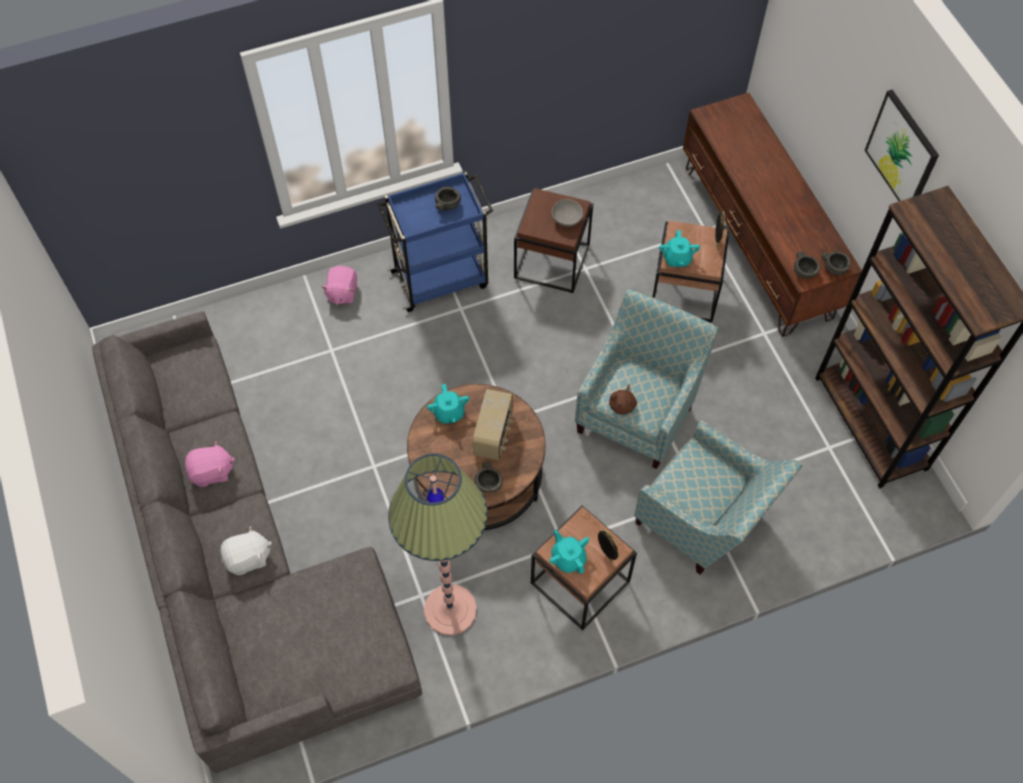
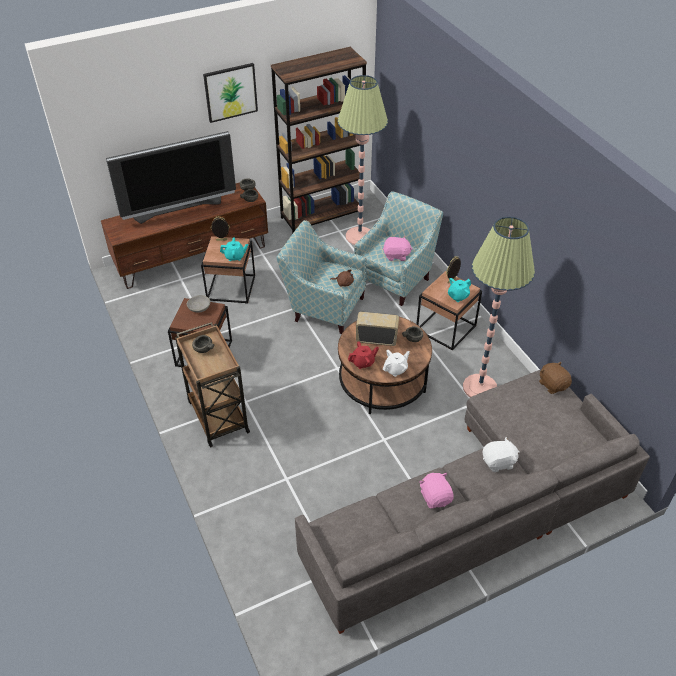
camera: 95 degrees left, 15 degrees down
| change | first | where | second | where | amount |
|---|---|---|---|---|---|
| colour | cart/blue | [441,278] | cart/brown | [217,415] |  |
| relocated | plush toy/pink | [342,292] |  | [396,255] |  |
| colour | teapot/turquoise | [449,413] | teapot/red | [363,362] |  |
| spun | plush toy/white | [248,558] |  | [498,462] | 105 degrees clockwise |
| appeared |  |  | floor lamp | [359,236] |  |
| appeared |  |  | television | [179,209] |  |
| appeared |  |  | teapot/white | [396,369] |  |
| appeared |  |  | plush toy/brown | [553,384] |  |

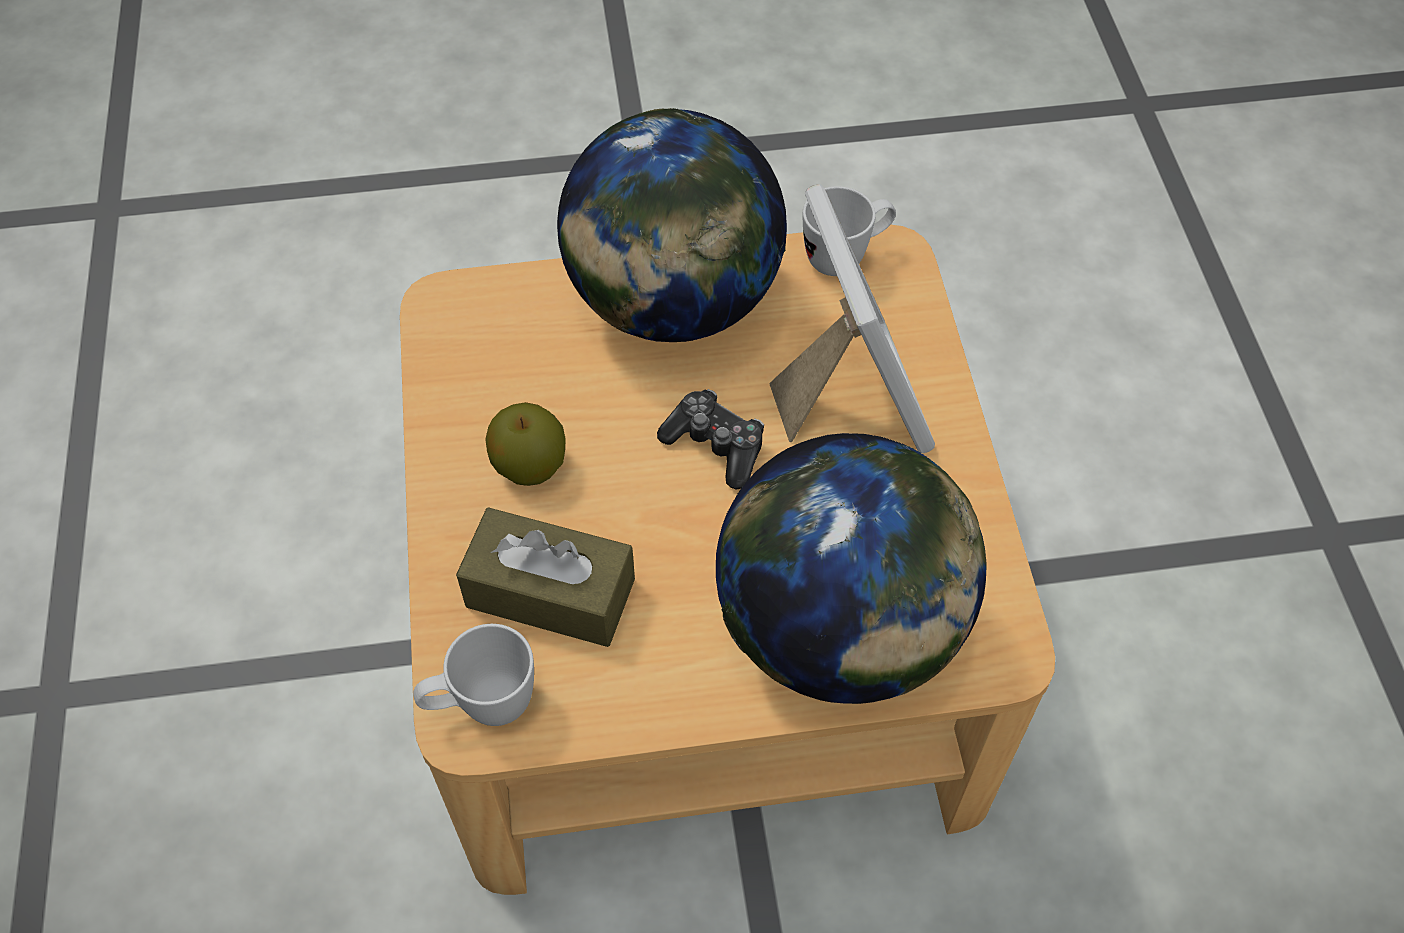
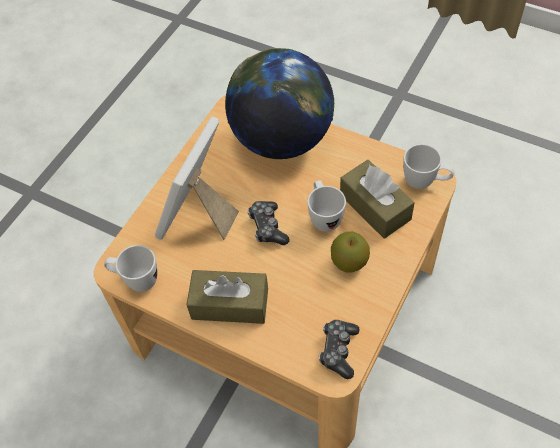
camera: 140 degrees left, 0 degrees up
| change | first | where | second | where | amount |
|---|---|---|---|---|---|
| exchanged | globe | [673,303] | tissue box/brown | [230,304] |  |
| appeared |  |  | mug/white | [324,216] |  |
| appeared |  |  | game controller | [338,350] |  |

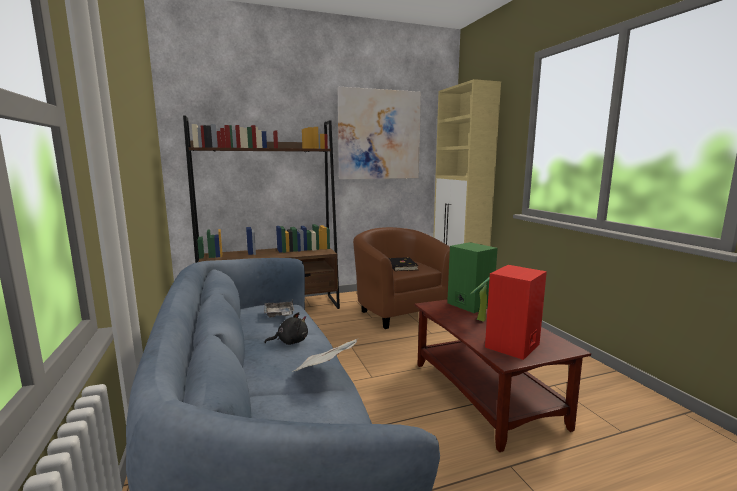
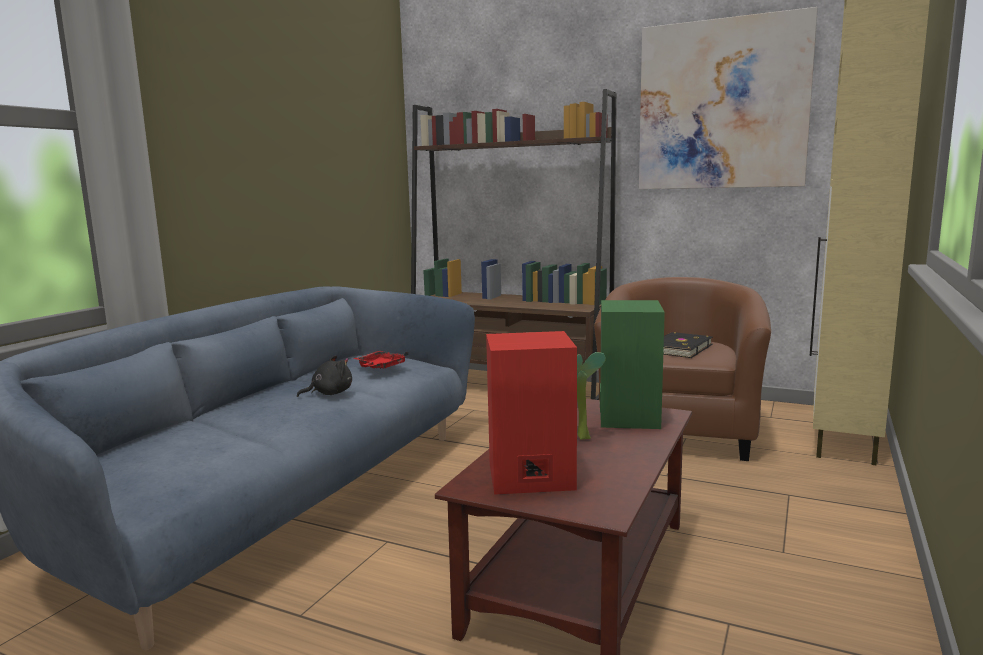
camera: 45 degrees right, 0 degrees up
| change | first | where | second | where | amount |
|---|---|---|---|---|---|
| colour | tray/grey | [279,314] | tray/red | [380,367] |  |
| spun | plush toy/black | [290,342] |  | [329,393] | 60 degrees counterclockwise |
| missing | newspaper | [325,371] |  |  |  |

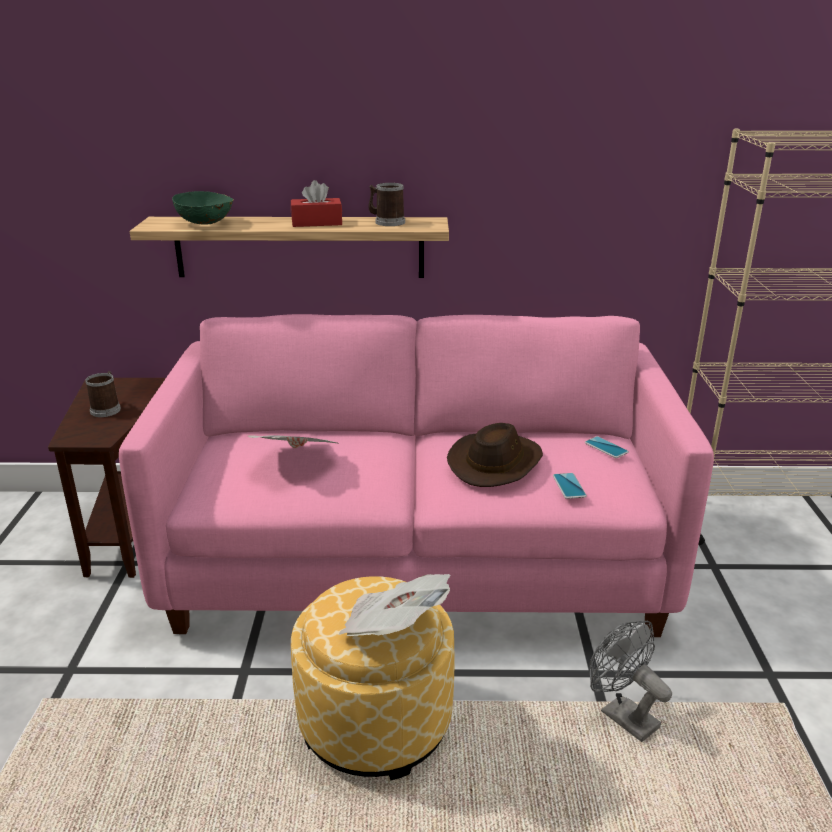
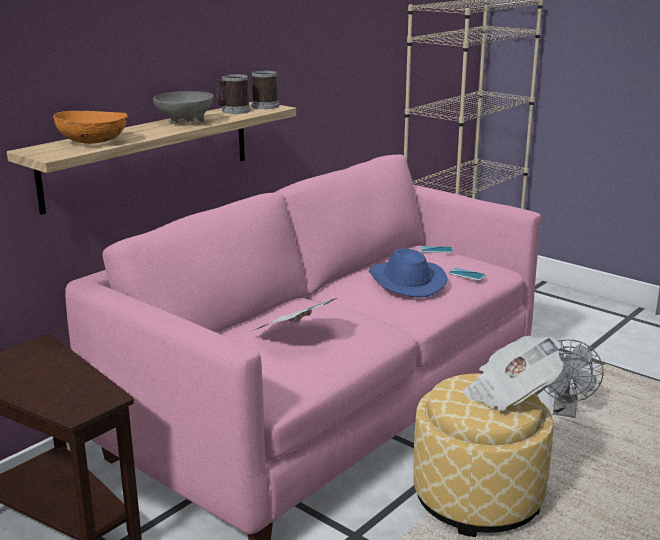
camera: 50 degrees left, 5 degrees down
| change | first | where | second | where | amount |
|---|---|---|---|---|---|
| exchanged | tissue box/red | [317,223] | bowl/grey | [184,122] |  |
| colour | bowl/green | [206,223] | bowl/orange | [93,142] |  |
| relocated | mug | [107,409] |  | [263,106] |  |
| colour | hat/brown | [495,462] | hat/blue | [405,281] |  |
| spun | fan/grey | [622,715] |  | [565,411] | 75 degrees counterclockwise |

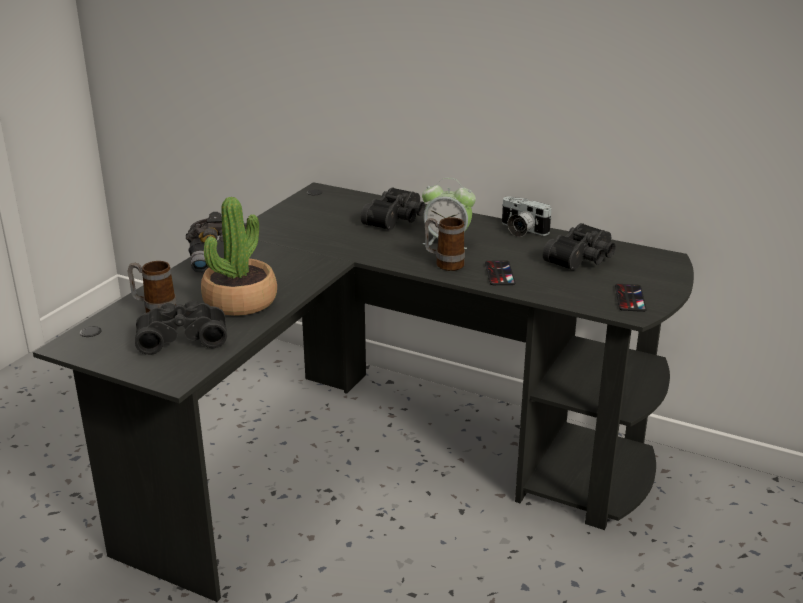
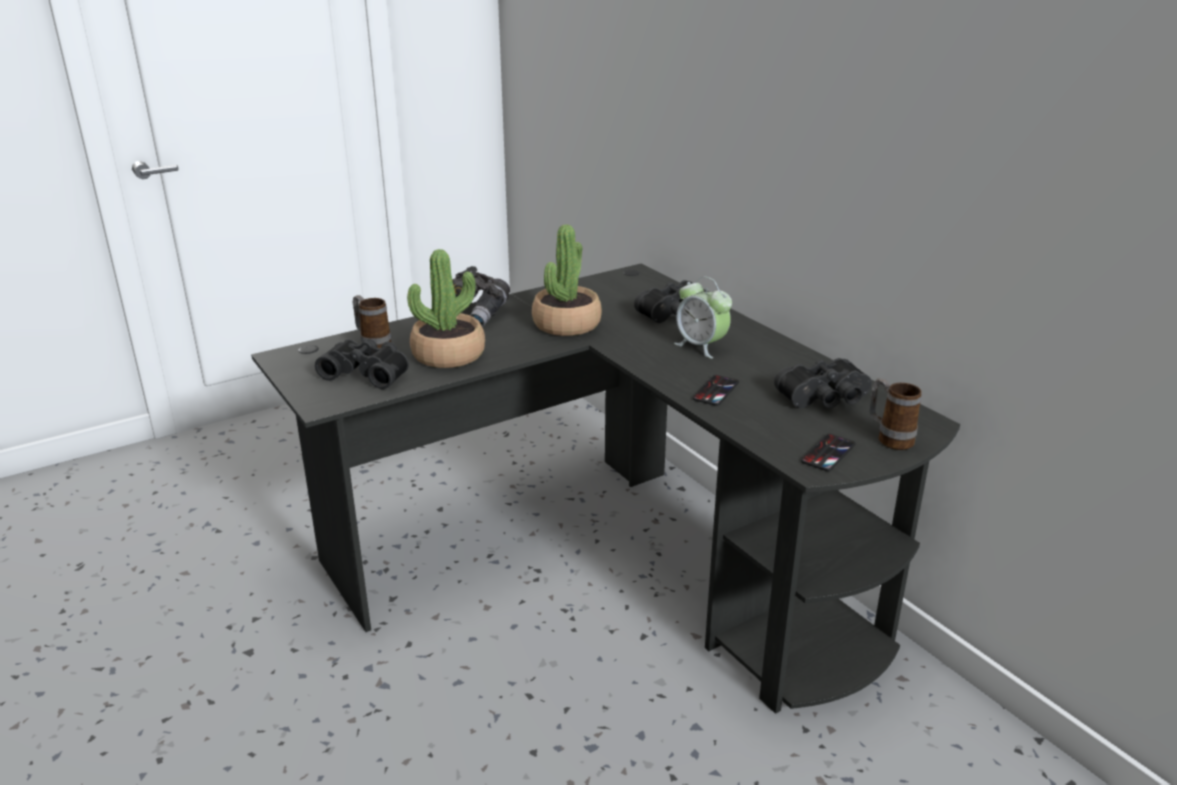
camera: 30 degrees right, 0 degrees up
| change | first | where | second | where | amount |
|---|---|---|---|---|---|
| missing | photo camera | [521,230] |  |  |  |
| relocated | mug | [444,264] |  | [889,438] |  |
| appeared |  |  | potted plant | [566,324] |  |

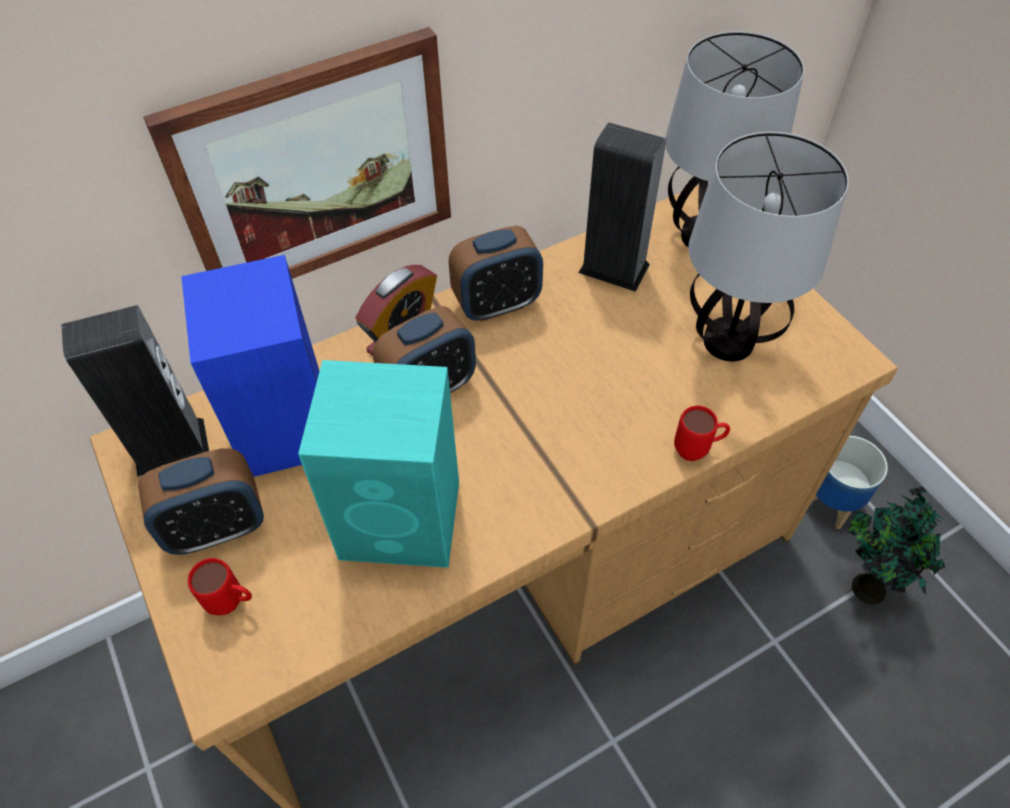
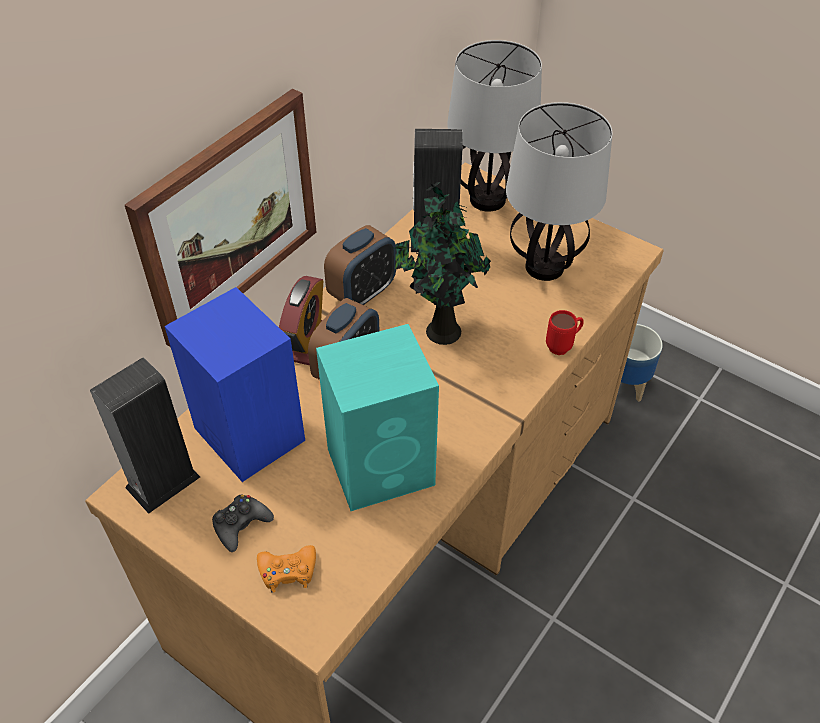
camera: 25 degrees left, 5 degrees down
| change | first | where | second | where | amount |
|---|---|---|---|---|---|
| exchanged | alarm clock | [217,528] | game controller/black | [241,525] |  |
| relocated | potted plant | [866,586] |  | [440,330] |  |
| exchanged | mug/red | [233,603] | game controller/orange | [288,571] |  |

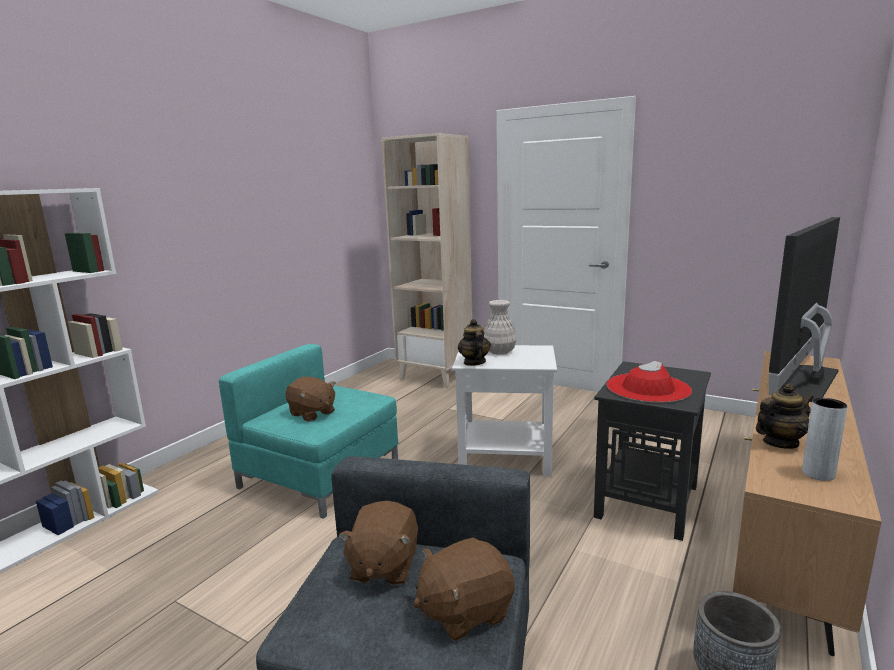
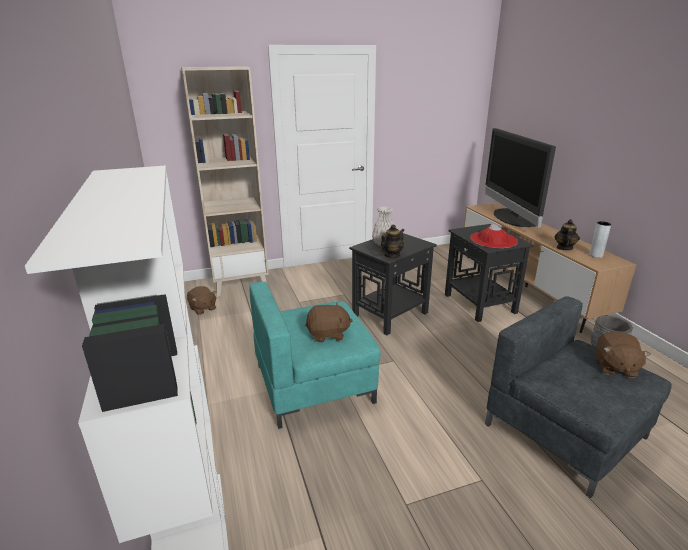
camera: 50 degrees left, 10 degrees up
| change | first | where | second | where | amount |
|---|---|---|---|---|---|
| spun | teapot | [474,362] |  | [391,255] | 105 degrees clockwise |
| colour | side table/white | [504,457] | side table/black | [389,315] |  |
| relocated | plush toy/brown | [383,566] |  | [203,308] |  |

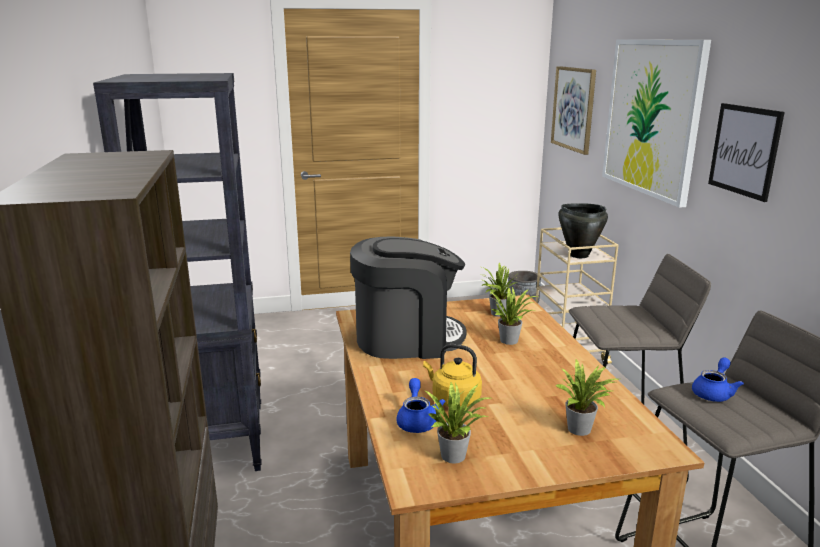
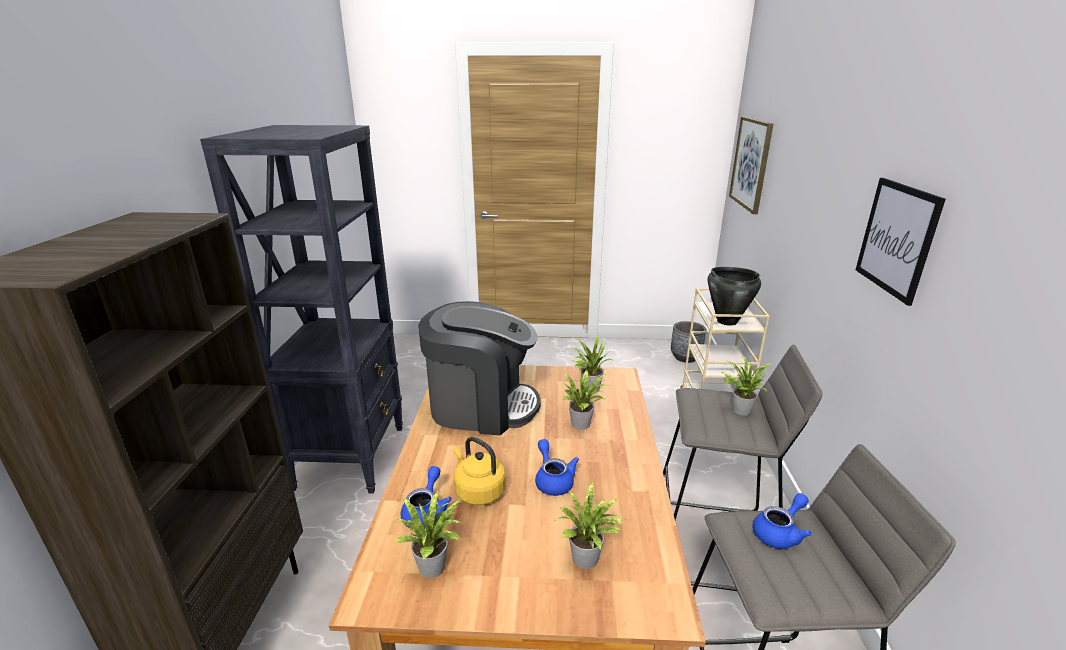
camera: 15 degrees right, 5 degrees up
| change | first | where | second | where | amount |
|---|---|---|---|---|---|
| missing | picture | [652,117] |  |  |  |
| appeared |  |  | potted plant | [739,409] |  |
| appeared |  |  | teapot/blue | [553,480] |  |

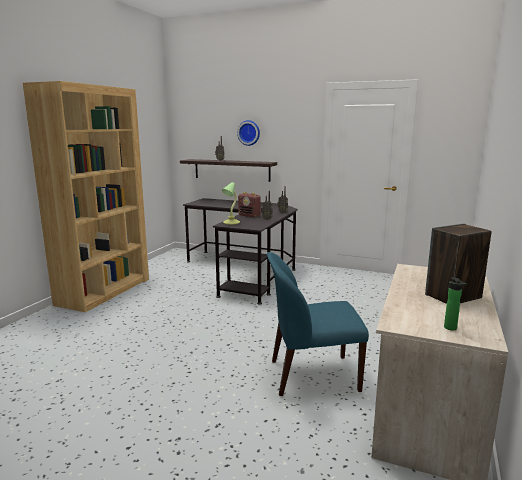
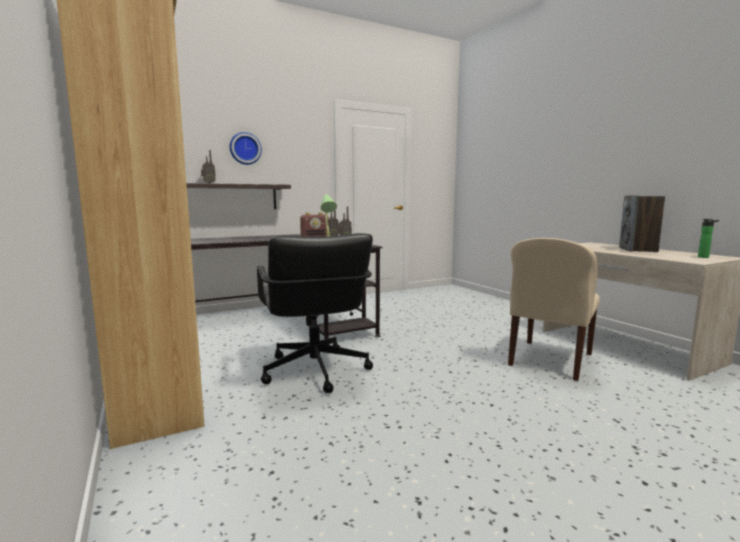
camera: 50 degrees left, 5 degrees down
| change | first | where | second | where | amount |
|---|---|---|---|---|---|
| colour | chair/blue | [311,375] | chair/beige | [549,360] |  |
| appeared |  |  | office chair/black | [314,371] |  |

